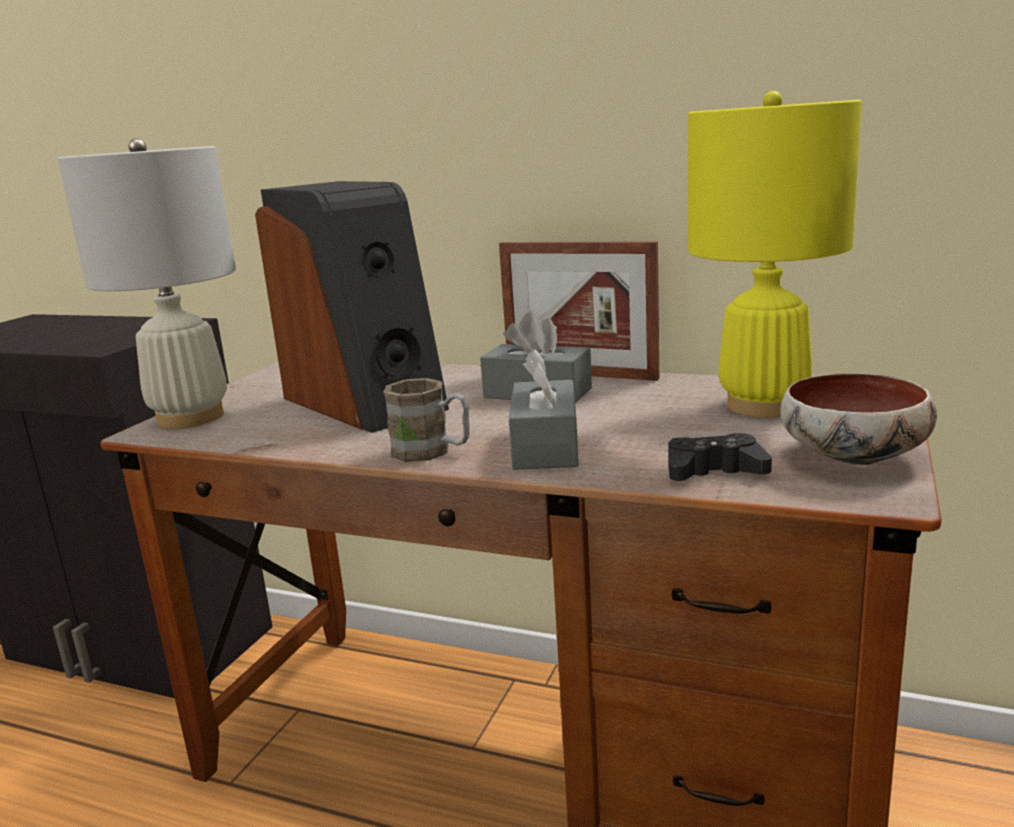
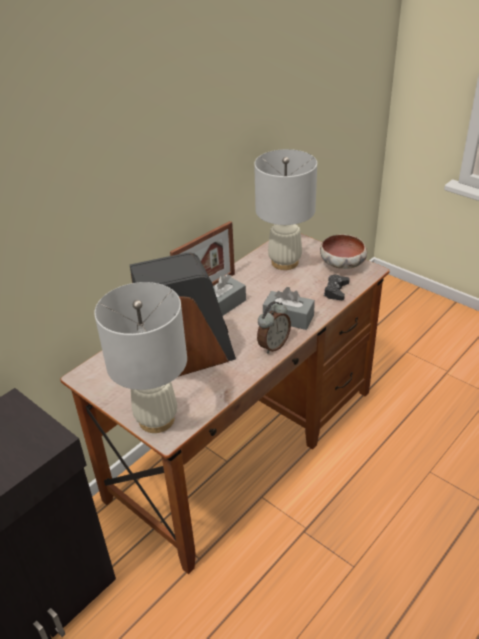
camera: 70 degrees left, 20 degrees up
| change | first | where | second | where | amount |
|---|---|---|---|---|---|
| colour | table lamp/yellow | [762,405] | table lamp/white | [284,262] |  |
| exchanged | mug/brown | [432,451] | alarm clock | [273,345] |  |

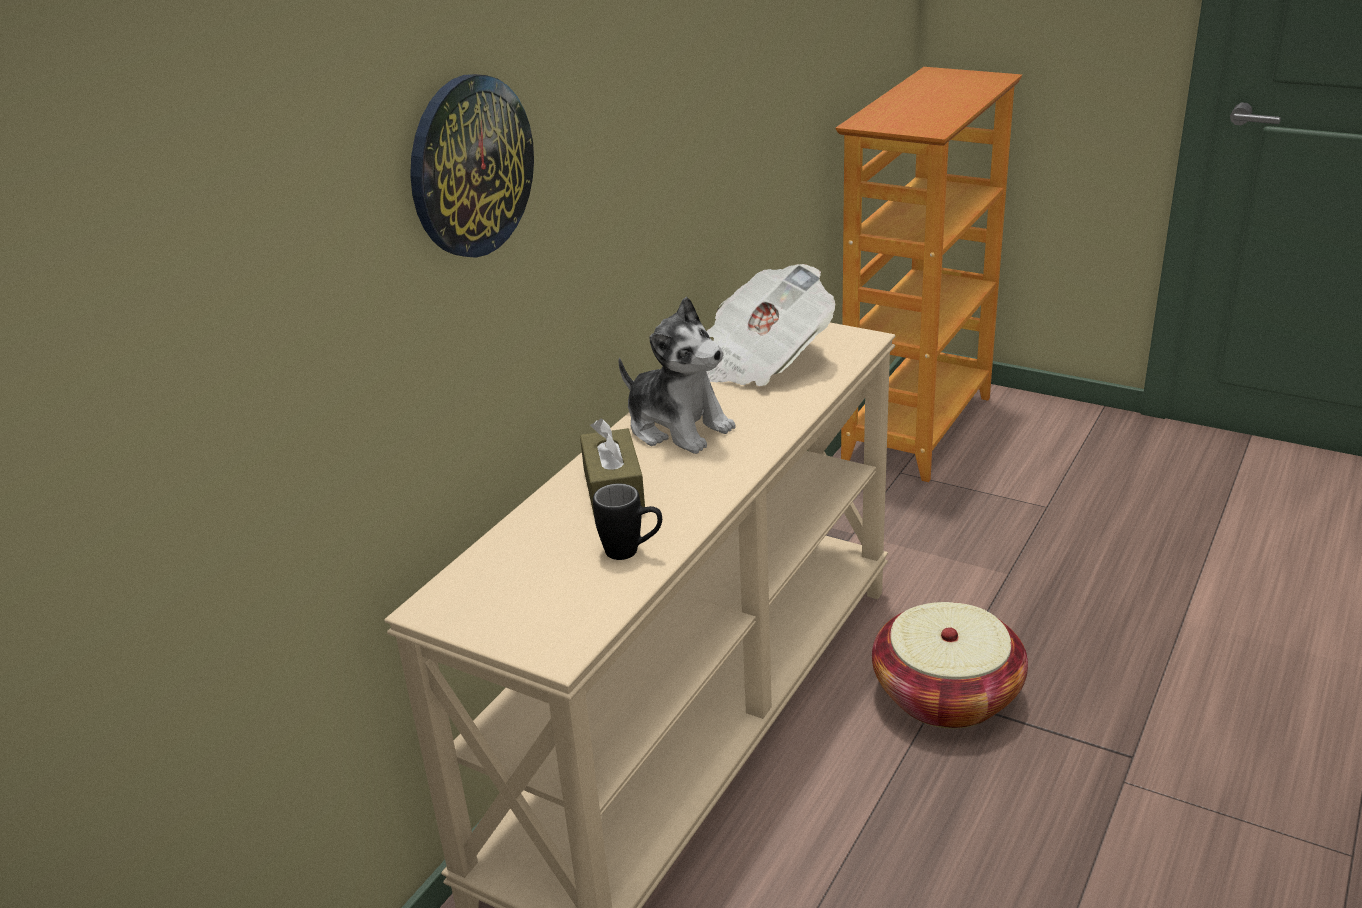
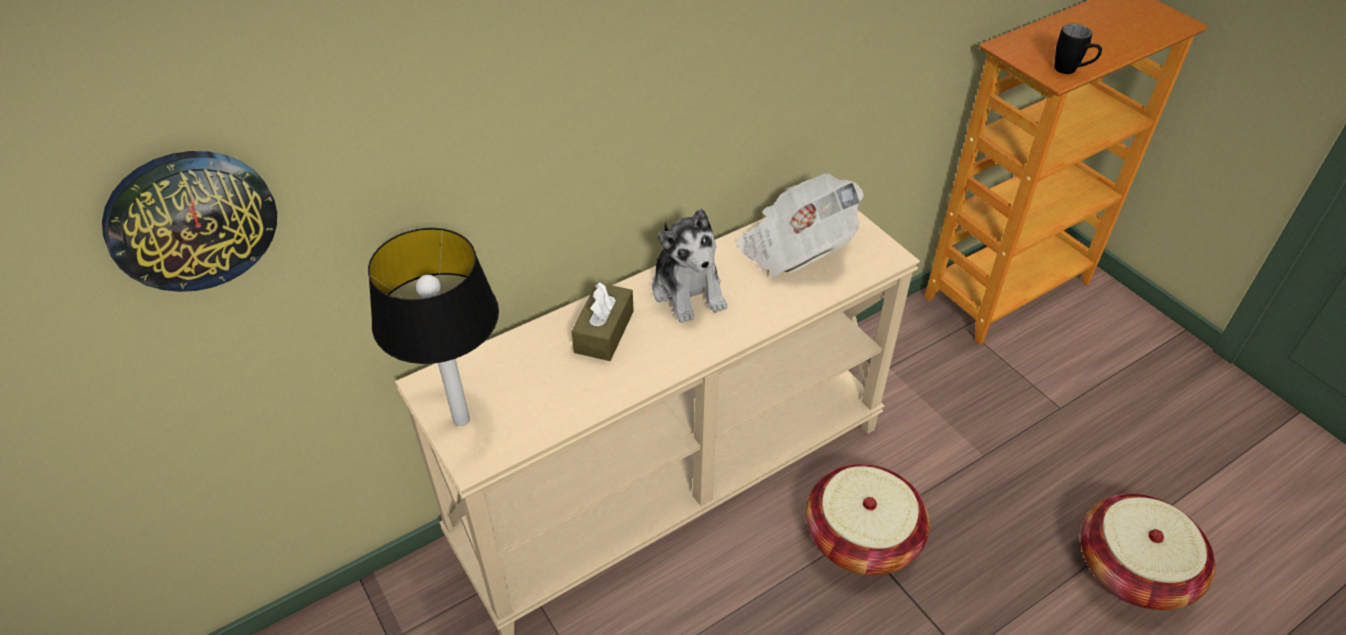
camera: 25 degrees right, 15 degrees up
| change | first | where | second | where | amount |
|---|---|---|---|---|---|
| relocated | wall clock | [470,166] |  | [191,220] |  |
| relocated | mug/black | [632,552] |  | [1071,71] |  |
| appeared |  |  | table lamp | [461,420] |  |
| appeared |  |  | basket | [1133,569] |  |

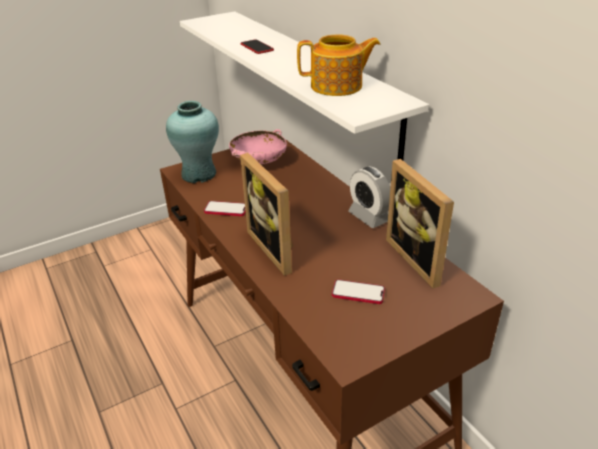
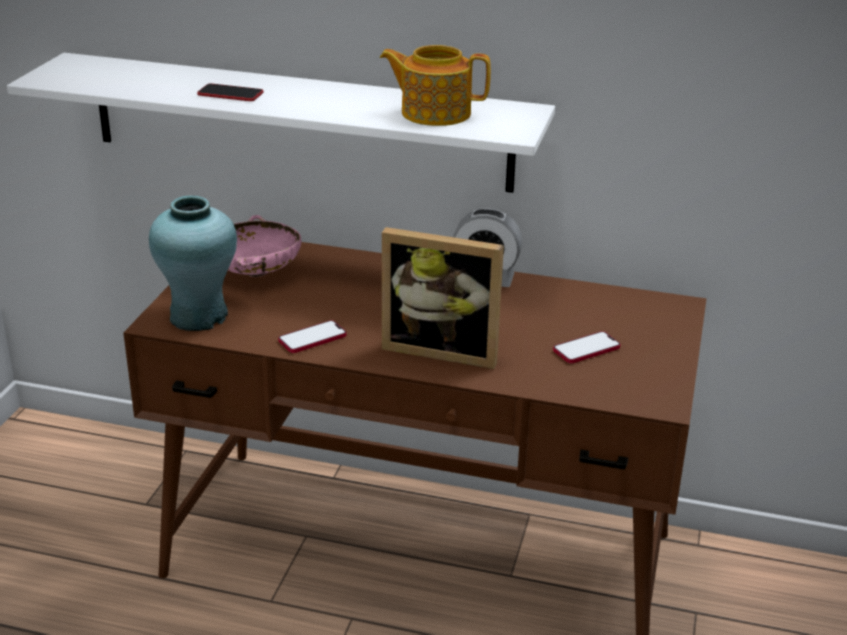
camera: 45 degrees left, 5 degrees down
| change | first | where | second | where | amount |
|---|---|---|---|---|---|
| spun | teapot | [338,86] |  | [434,113] | 120 degrees counterclockwise |
| missing | picture frame | [420,258] |  |  |  |

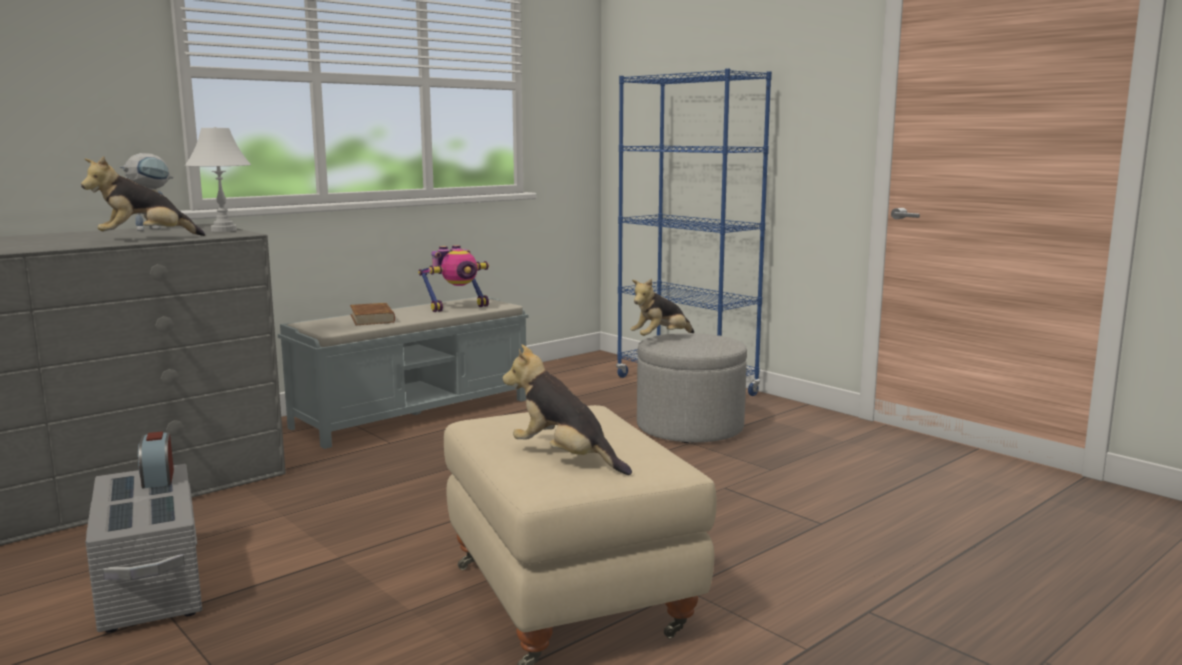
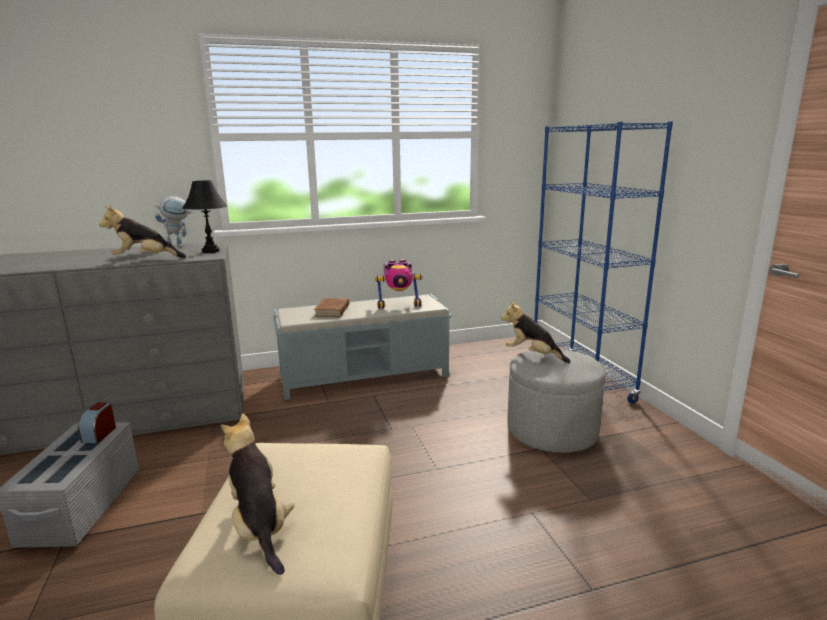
camera: 25 degrees right, 5 degrees up
| change | first | where | second | where | amount |
|---|---|---|---|---|---|
| colour | table lamp/white | [224,230] | table lamp/black | [210,251] |  |
| spun | plush toy | [660,338] |  | [532,355] | 45 degrees clockwise |

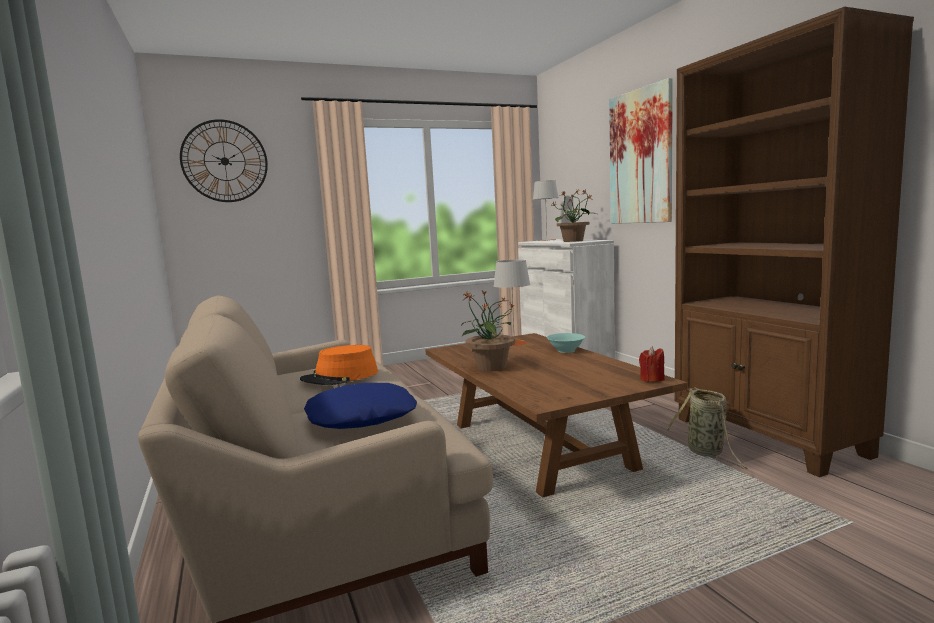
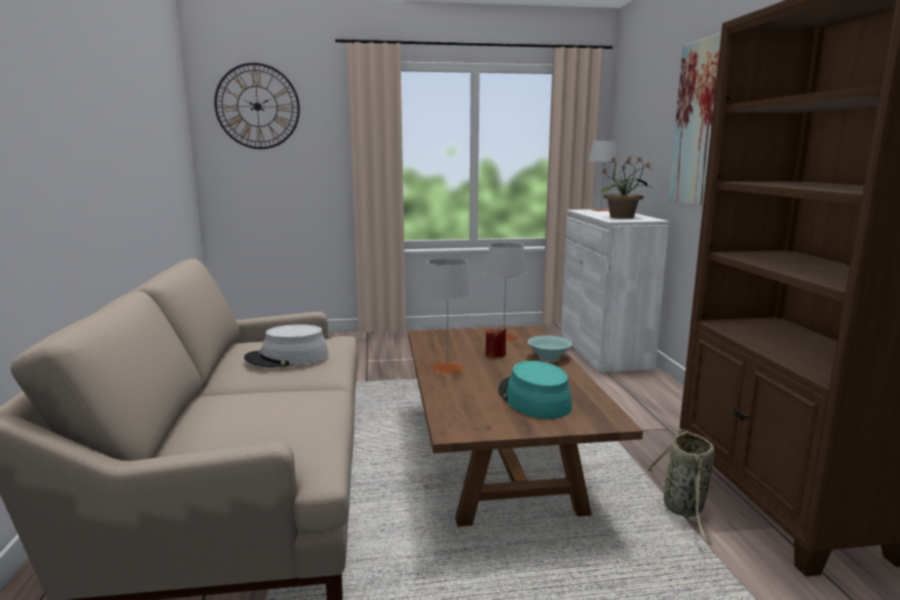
camera: 15 degrees right, 5 degrees up
| change | first | where | second | where | amount |
|---|---|---|---|---|---|
| exchanged | potted plant | [490,367] | table lamp/grey | [447,368] |  |
| colour | hat/orange | [340,377] | hat/grey | [287,357] |  |
| relocated | candle/red | [652,379] |  | [495,354] |  |
| missing | pillow/blue | [361,417] |  |  |  |
| appeared |  |  | hat/turquoise | [533,399] |  |

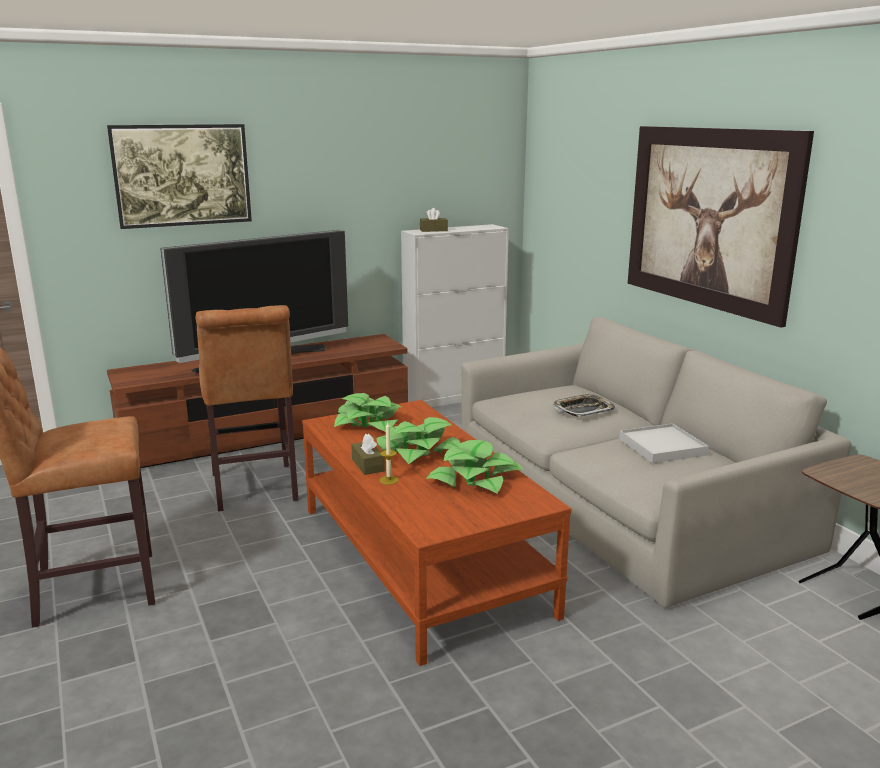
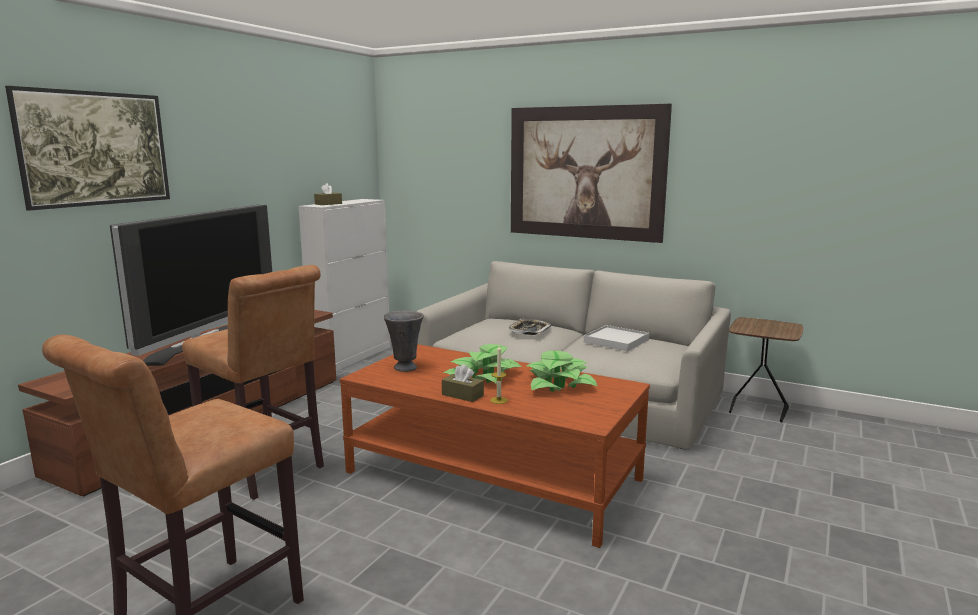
camera: 35 degrees left, 5 degrees down
| change | first | where | second | where | amount |
|---|---|---|---|---|---|
| exchanged | potted plant | [368,423] | vase/grey | [405,368] |  |

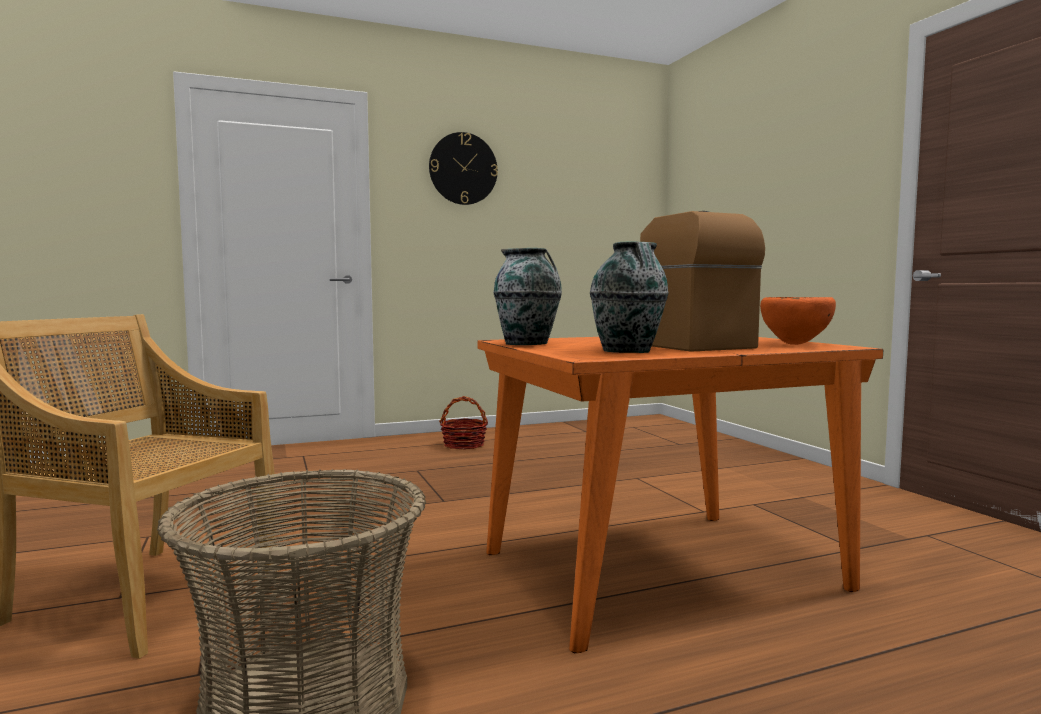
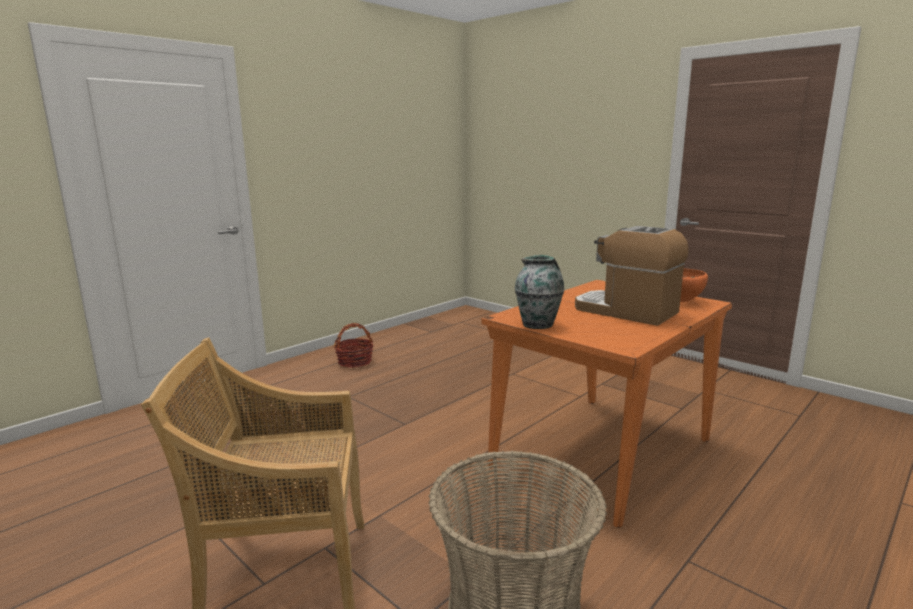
camera: 25 degrees left, 10 degrees up
| change | first | where | second | where | amount |
|---|---|---|---|---|---|
| missing | wall clock | [463,169] |  |  |  |
| missing | vase | [627,352] |  |  |  |

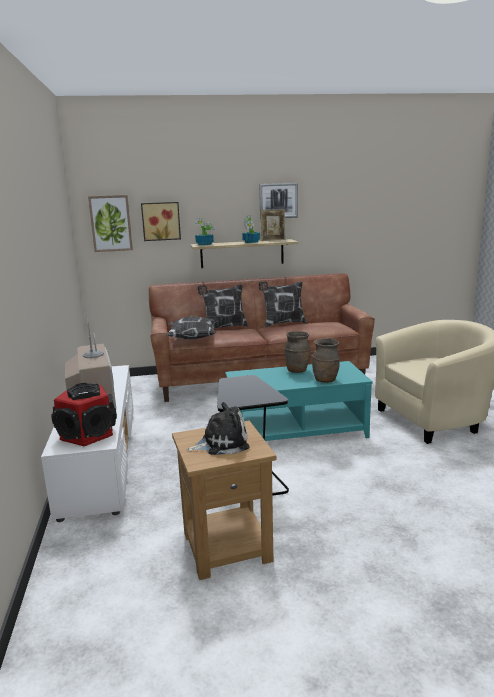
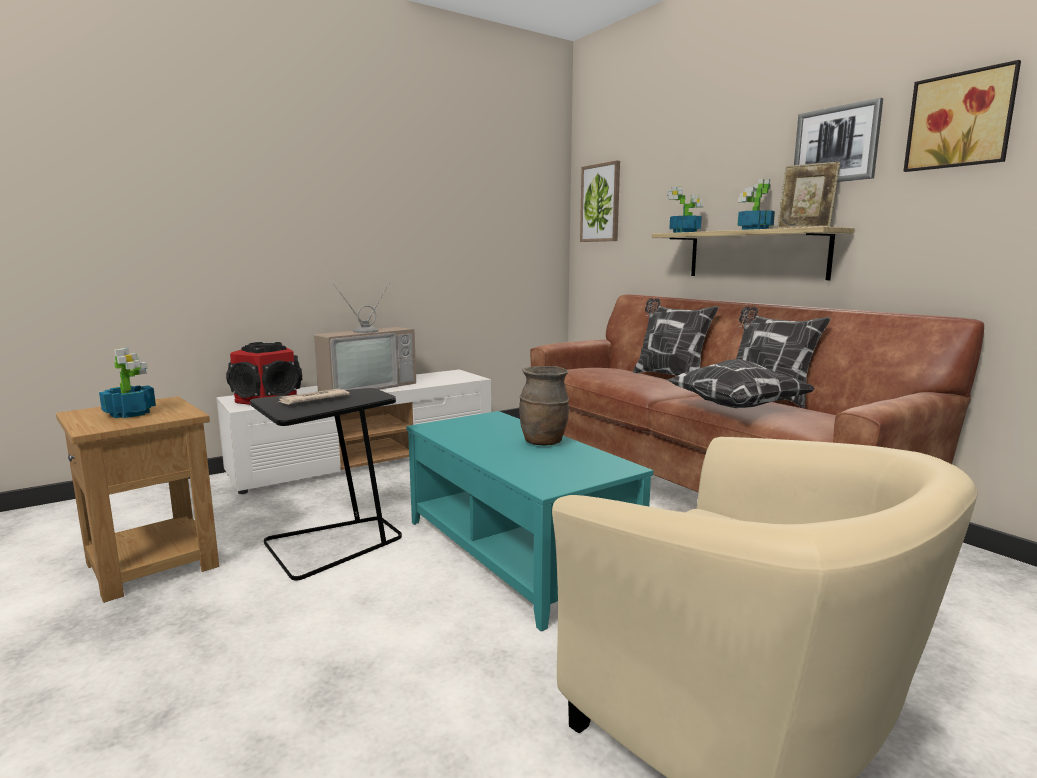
camera: 65 degrees right, 5 degrees down
| change | first | where | second | where | amount |
|---|---|---|---|---|---|
| relocated | picture | [161,221] |  | [960,120] |  |
| relocated | pillow | [192,339] |  | [736,407] |  |
| missing | vase/brown | [325,380] |  |  |  |
| exchanged | plush toy | [221,443] | potted plant | [130,413] |  |
| appeared |  |  | newspaper | [312,400] |  |

